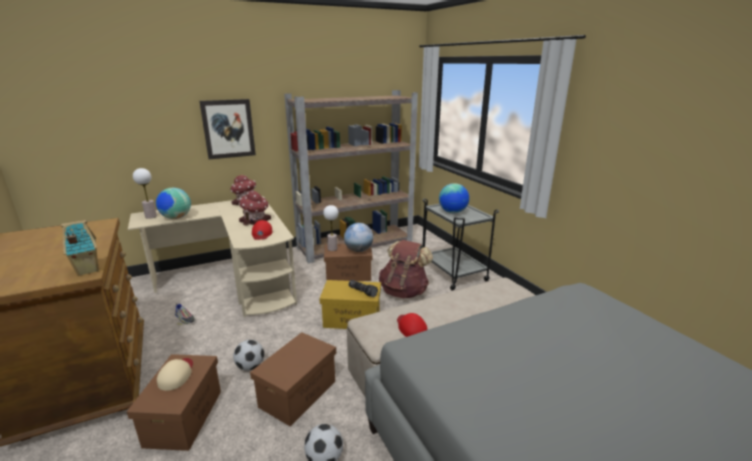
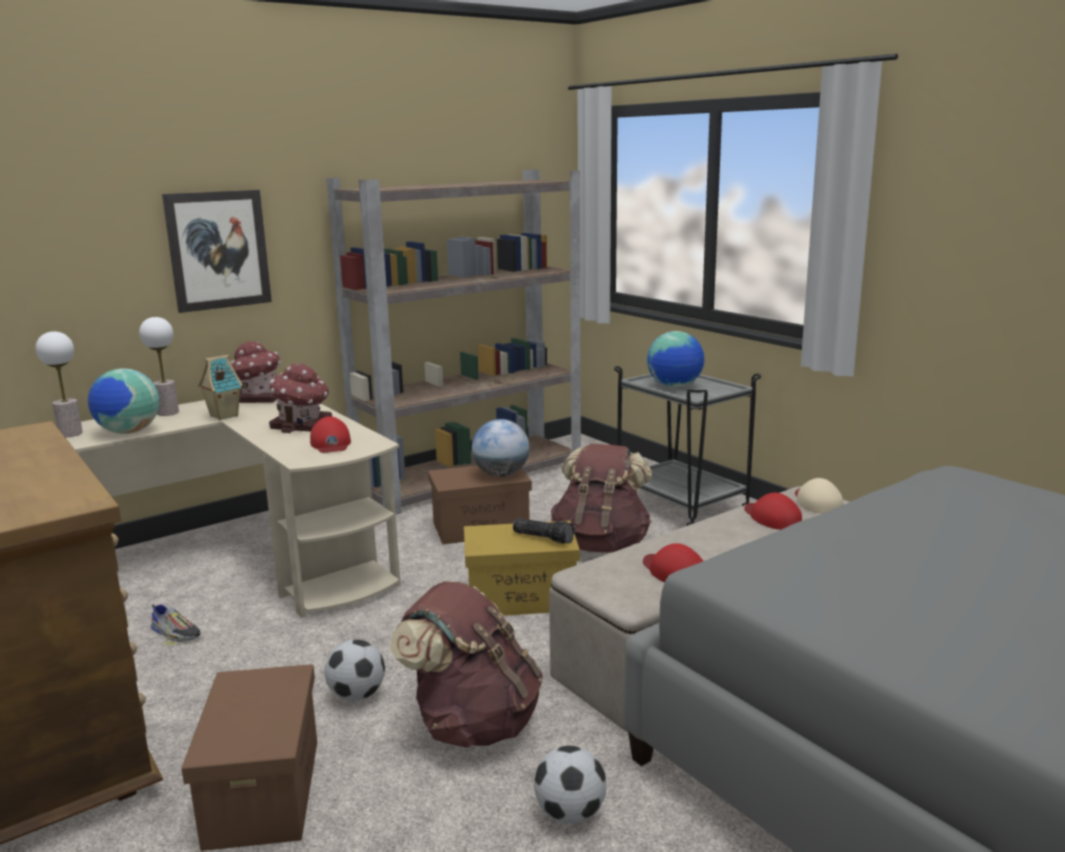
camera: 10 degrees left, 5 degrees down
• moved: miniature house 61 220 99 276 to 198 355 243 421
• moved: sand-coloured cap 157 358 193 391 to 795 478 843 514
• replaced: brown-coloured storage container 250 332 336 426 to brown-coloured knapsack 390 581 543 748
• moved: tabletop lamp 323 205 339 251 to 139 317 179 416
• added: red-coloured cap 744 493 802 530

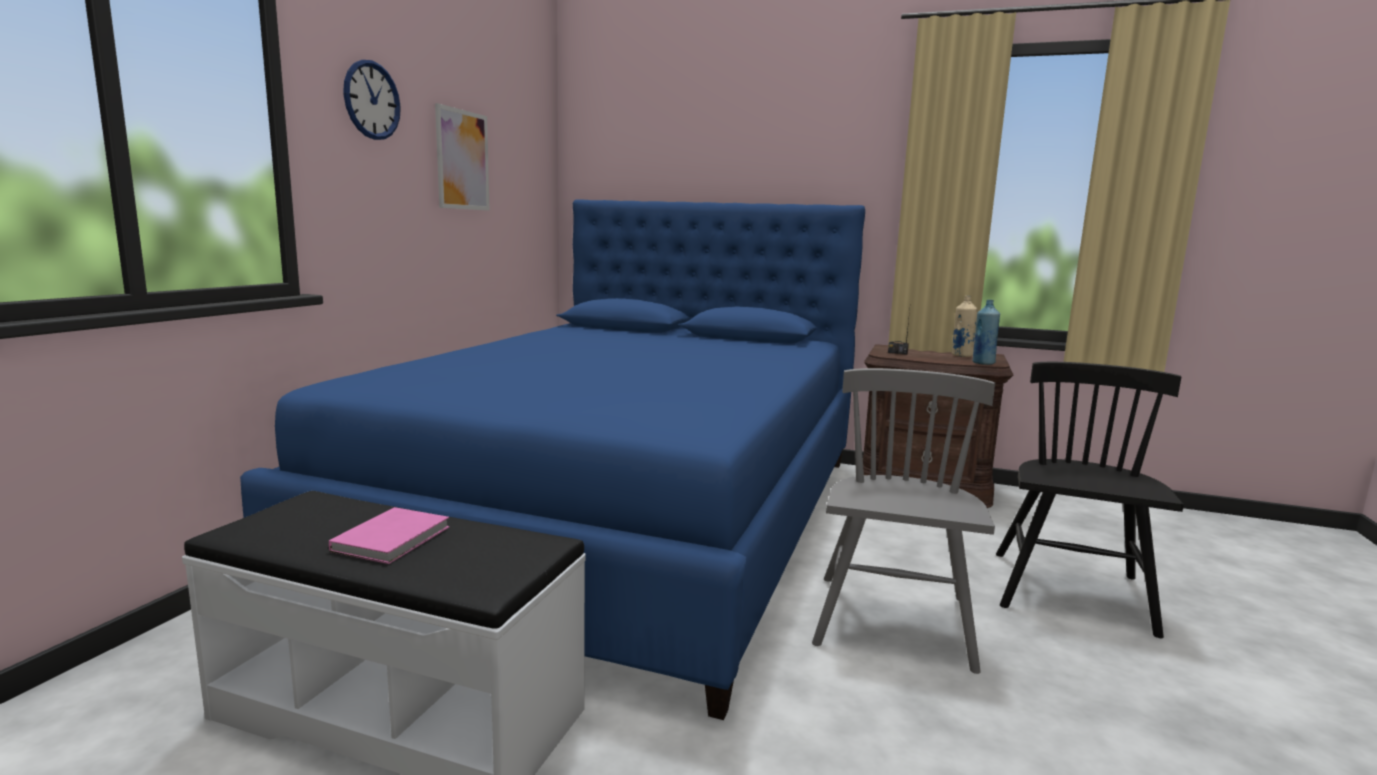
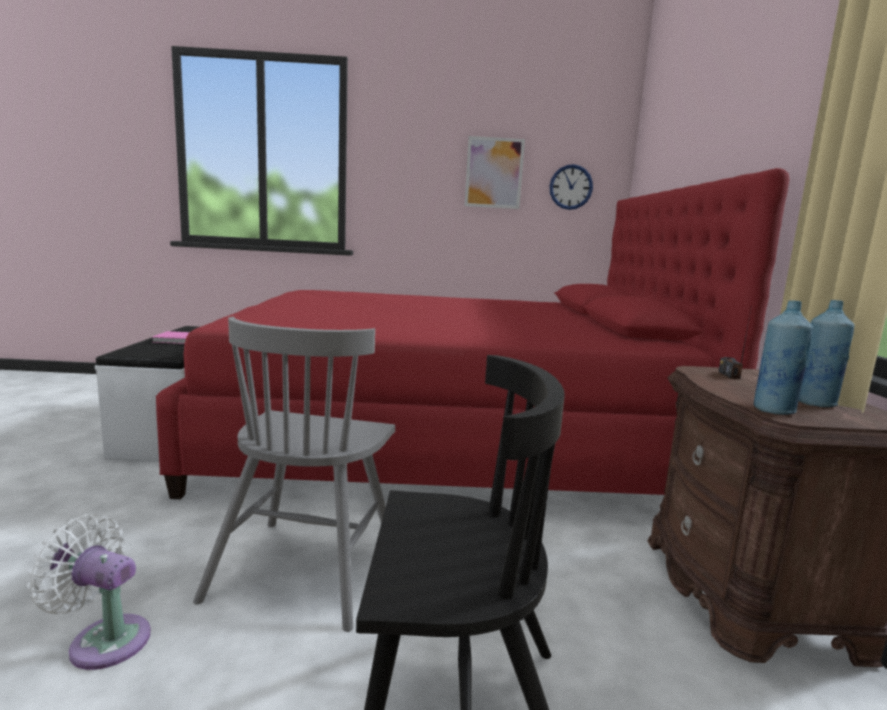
camera: 70 degrees right, 0 degrees up
• recoloured: blue-coloured bedroom bed 240 199 865 720 to red-coloured bedroom bed 156 168 790 499
• moved: hanging clock 343 60 401 140 to 549 164 593 210
• turned: greyish plain chair 812 368 995 674 = 193 317 395 632 105 degrees clockwise
• recoloured: sand-coloured beverage bottle 952 296 978 357 to blue-coloured beverage bottle 799 300 854 407
• added: whitish electric fan 27 513 151 670

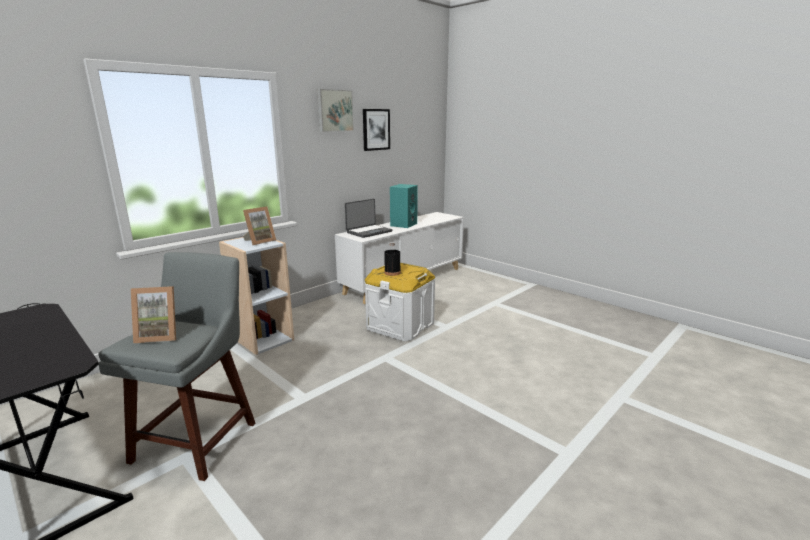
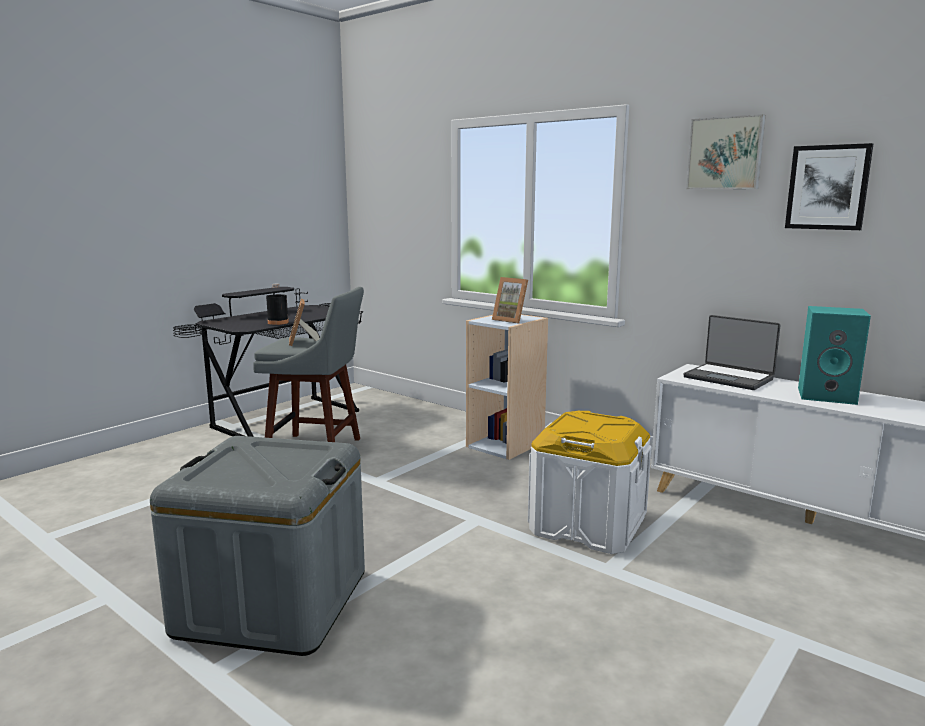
camera: 85 degrees right, 5 degrees down
• moved: blackish beverage bottle 384 242 401 276 to 266 284 289 325
• added: greyish storage container 150 436 365 656

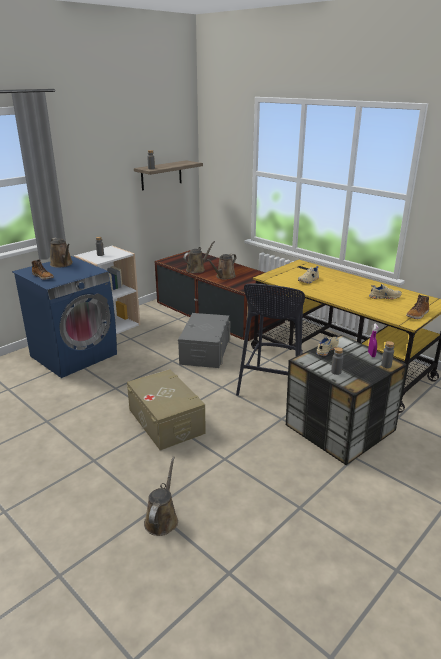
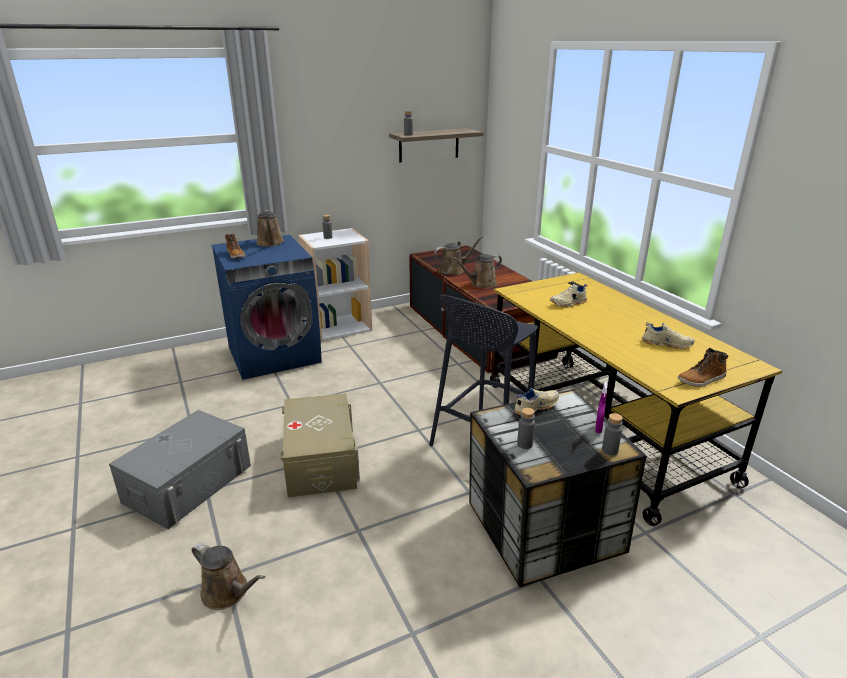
camera: 20 degrees right, 0 degrees up
• turned: brown-coloured sprinkling can 144 457 178 536 = 192 542 265 610 90 degrees clockwise
• moved: greyish storage container 178 313 230 368 to 109 410 251 529

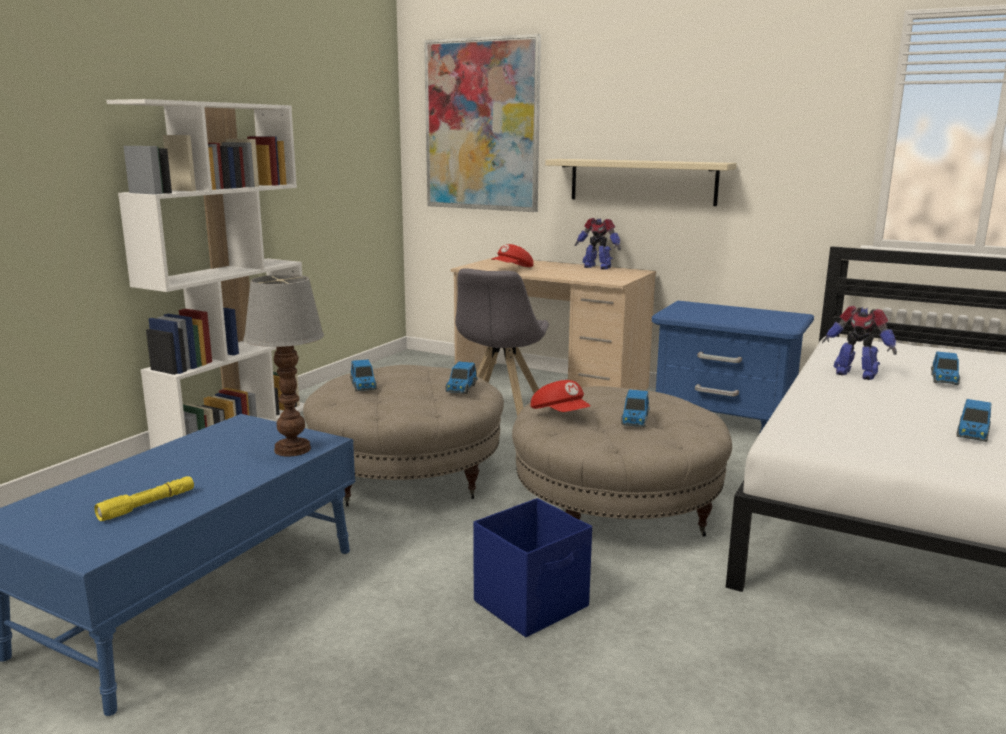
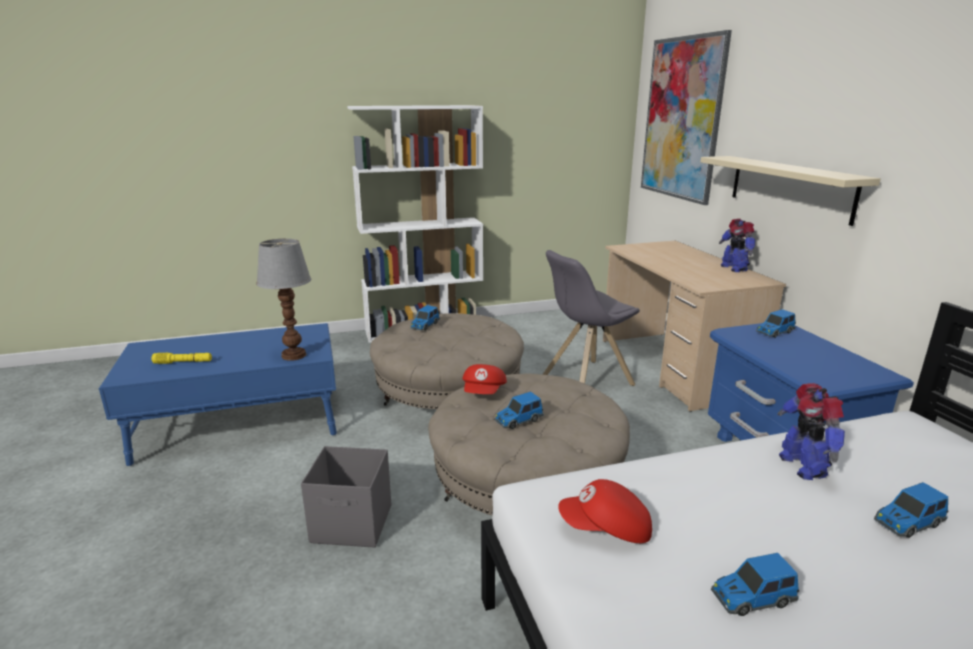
camera: 45 degrees right, 5 degrees up
• moved: toy car 445 362 477 394 to 756 309 796 338
• recoloured: blue-coloured storage container 473 498 592 637 to greyish storage container 301 446 391 548
• moved: red-coloured cap 491 244 533 267 to 558 479 652 543

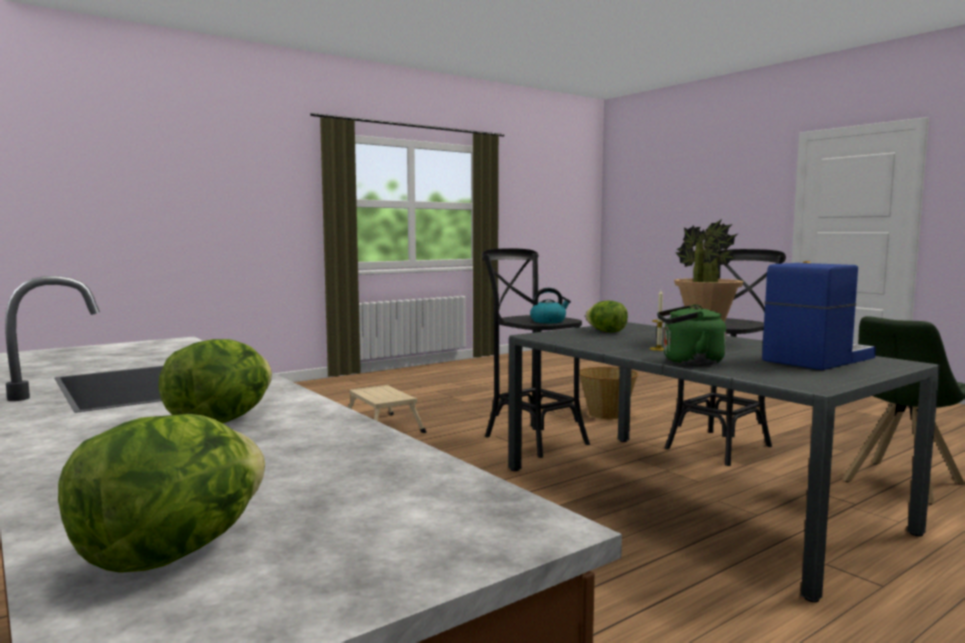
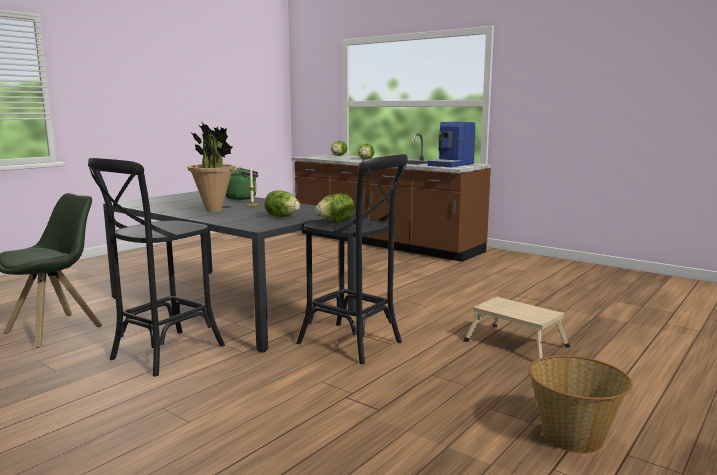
camera: 165 degrees right, 5 degrees up
• replaced: water kettle 530 288 571 323 to lettuce head 315 194 354 222
• moved: storage basket 579 367 639 419 to 529 355 633 454
• moved: coffee maker 762 263 876 370 to 428 122 475 167

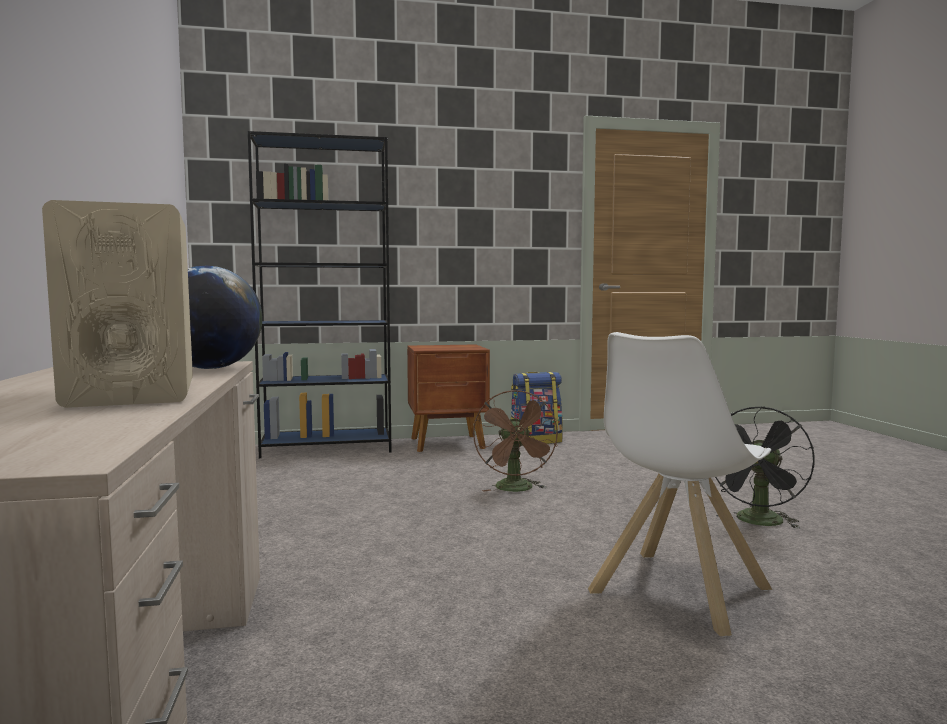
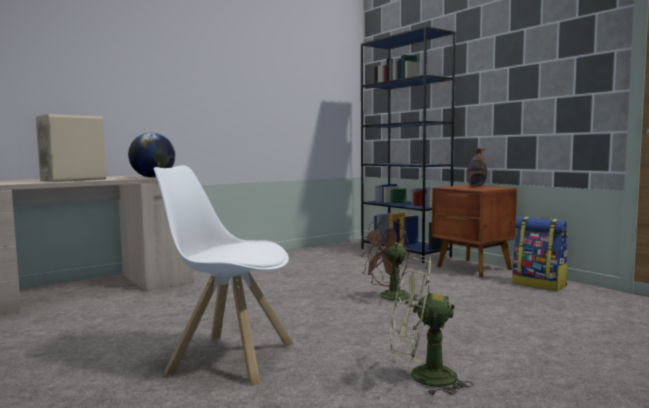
camera: 65 degrees right, 0 degrees up
• recoloured: blackish electric fan 715 406 815 529 to green-coloured electric fan 390 254 473 396
• added: beverage bottle 466 147 487 186

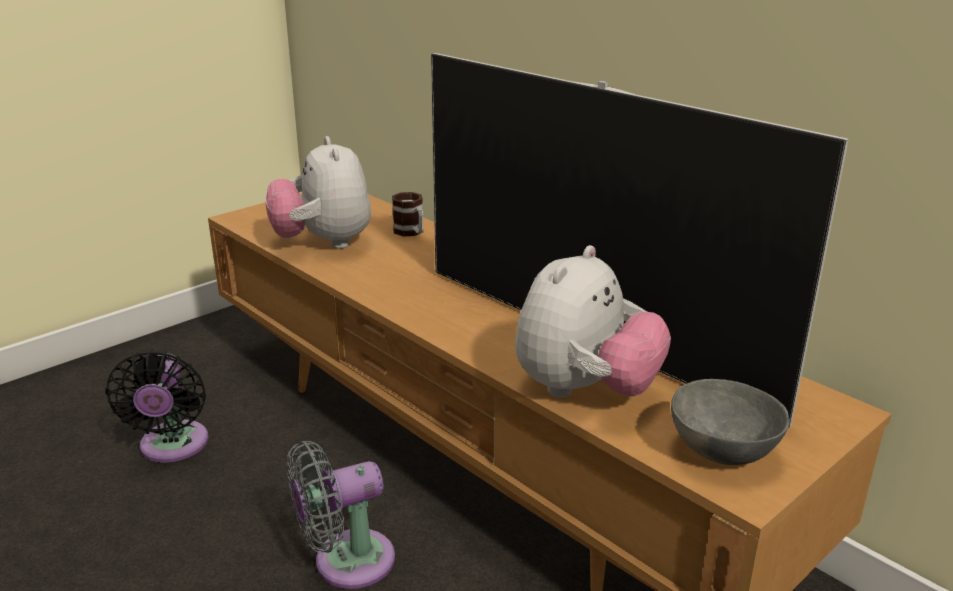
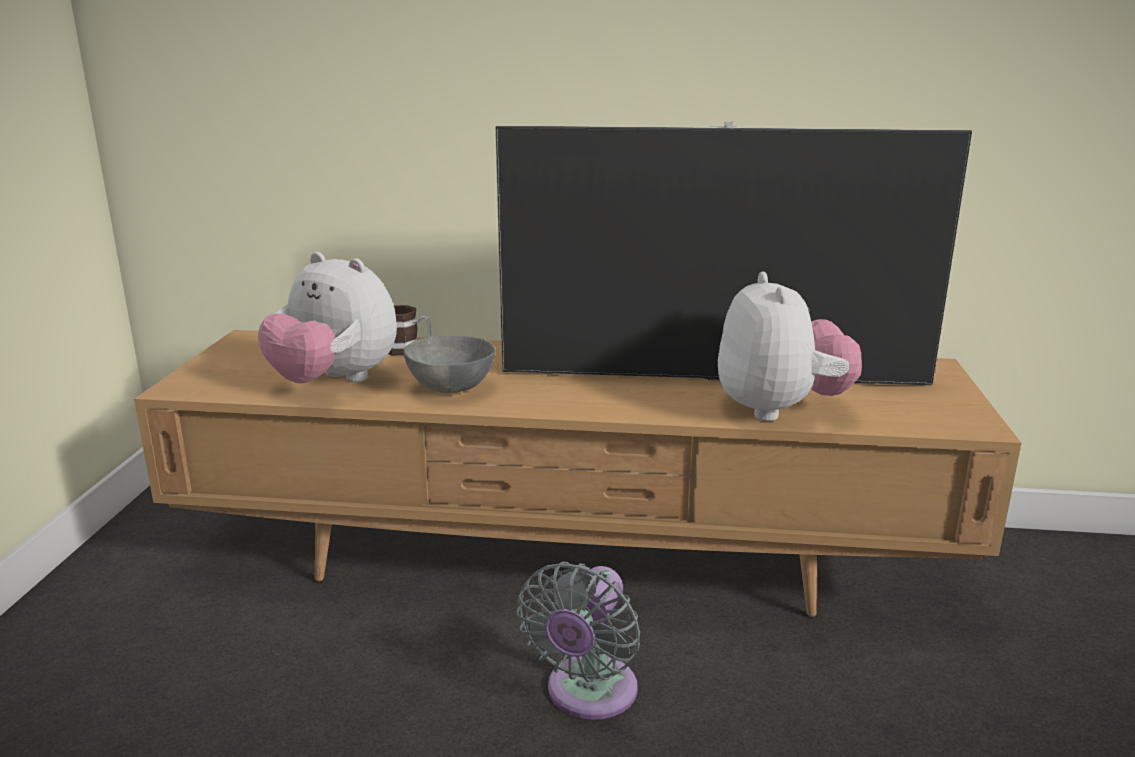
camera: 40 degrees left, 5 degrees down
• removed: blackish electric fan 106 350 208 463
• moved: greyish serving bowl 671 379 790 465 to 404 336 495 393

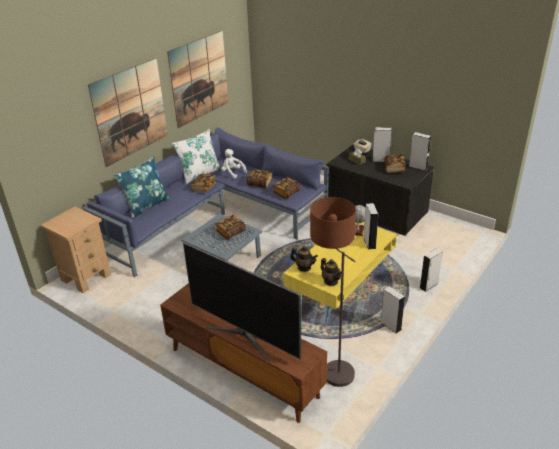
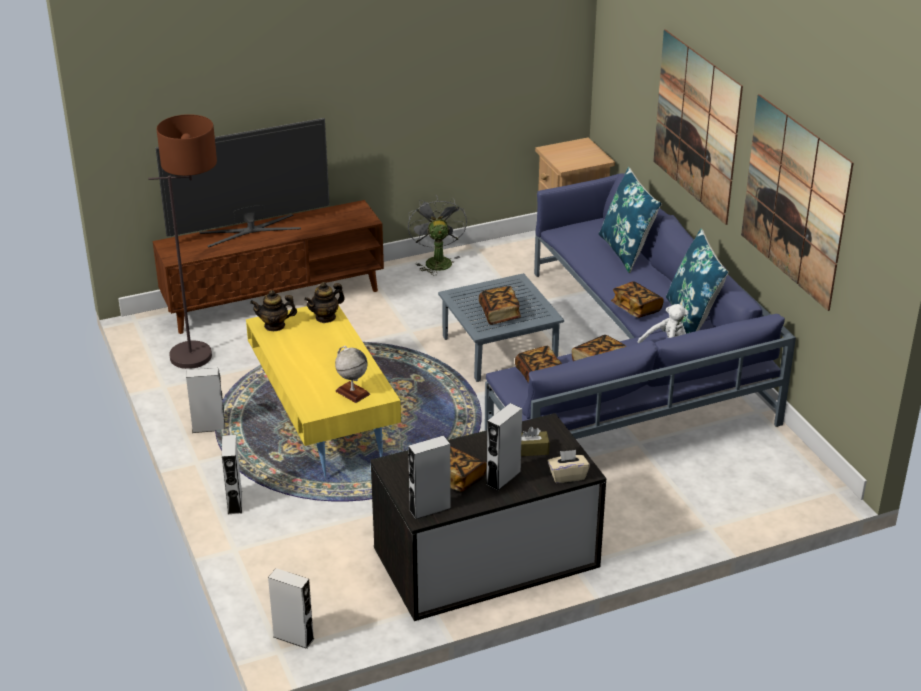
camera: 120 degrees right, 0 degrees up
• recoloured: whitish pillow 172 129 221 185 to blue-coloured pillow 666 228 729 334
• moved: greyish audio speaker 364 203 378 250 to 268 568 314 649
• added: greyish electric fan 408 195 467 275

